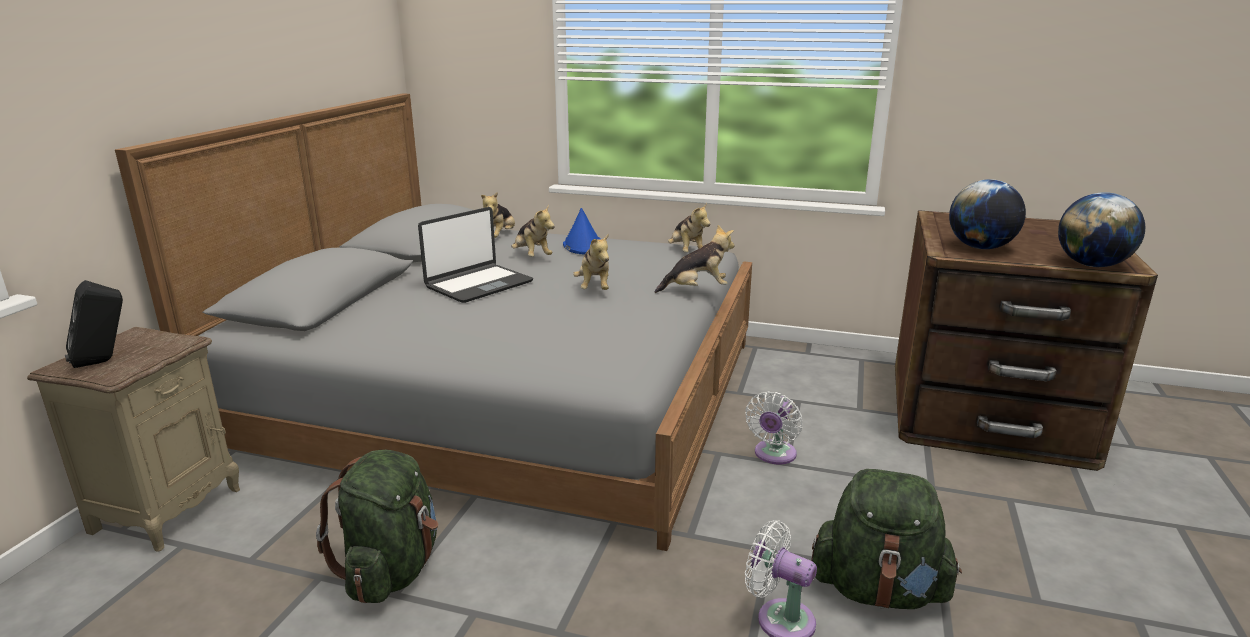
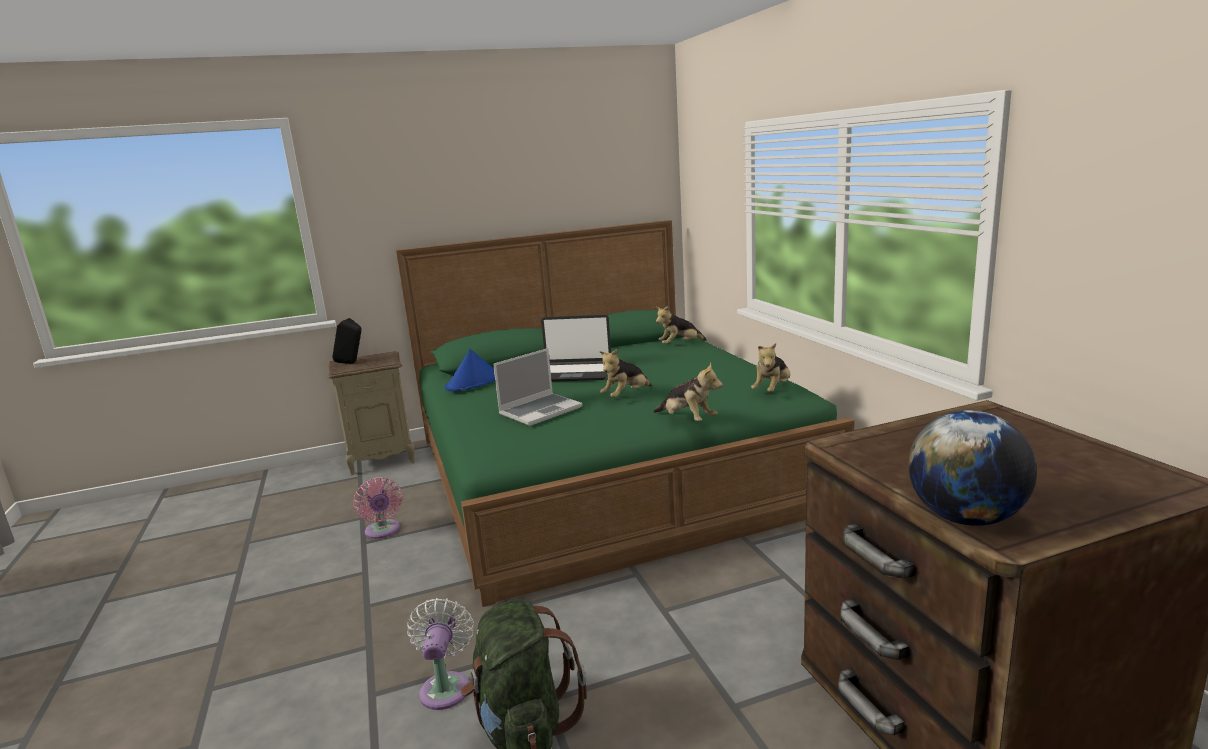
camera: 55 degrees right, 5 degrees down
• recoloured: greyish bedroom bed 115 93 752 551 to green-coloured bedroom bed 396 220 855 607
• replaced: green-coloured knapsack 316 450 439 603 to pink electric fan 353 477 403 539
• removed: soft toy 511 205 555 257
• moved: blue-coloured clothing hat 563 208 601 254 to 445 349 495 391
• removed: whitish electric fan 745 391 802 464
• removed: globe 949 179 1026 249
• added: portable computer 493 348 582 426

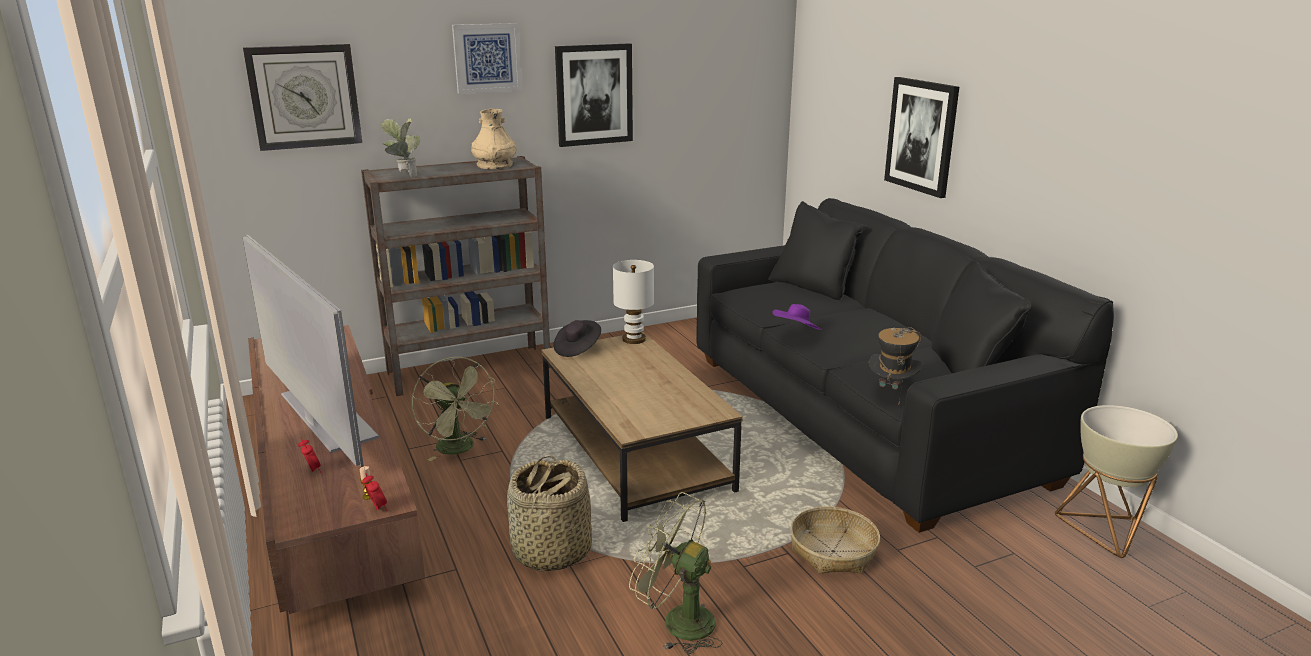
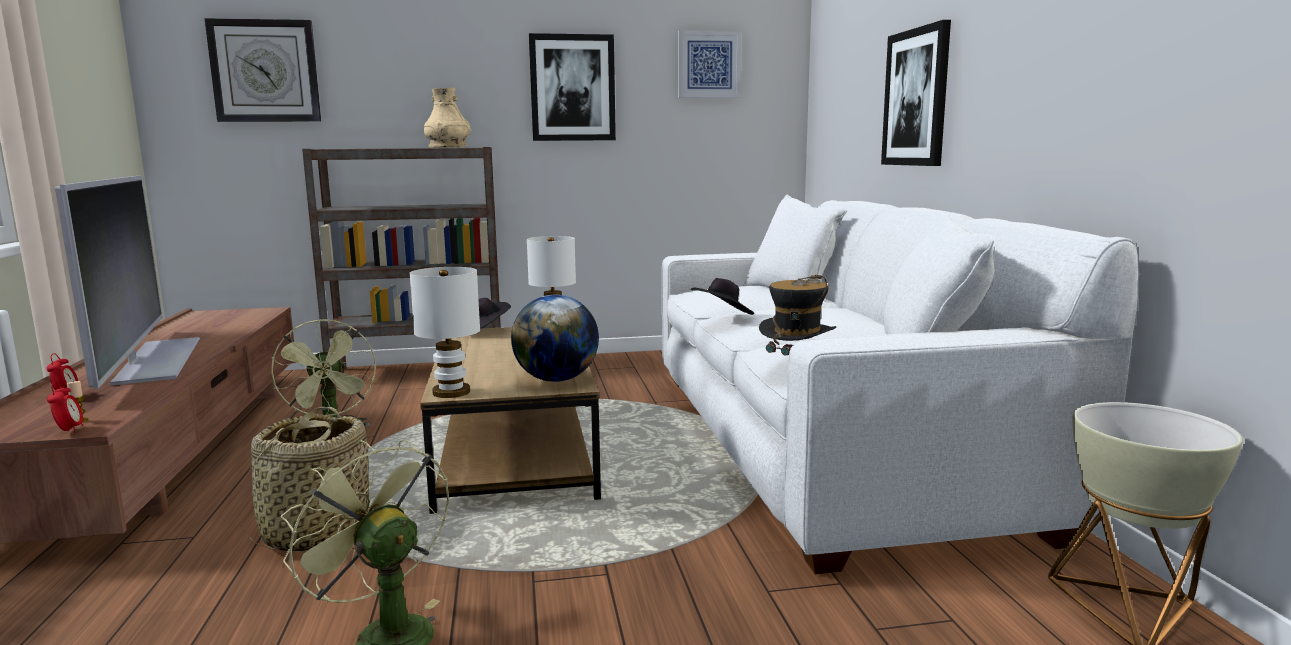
camera: 15 degrees right, 10 degrees down
• removed: potted plant 380 118 420 177
• moved: wall art 452 23 522 94 to 678 31 741 98
• recoloured: blackish settee 696 198 1114 533 to whitish settee 662 195 1138 574
• recoloured: purple-coloured clothing hat 772 304 822 330 to blackish clothing hat 690 278 754 315
• removed: storage basket 790 506 880 574
• added: whitish tabletop lamp 409 267 480 398
• added: globe 511 295 599 382

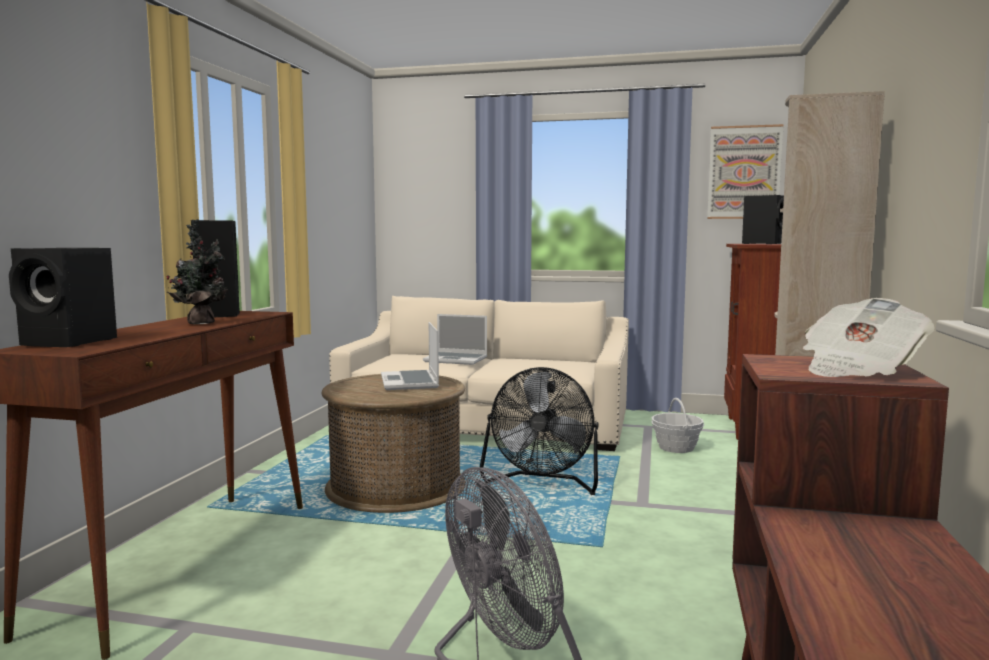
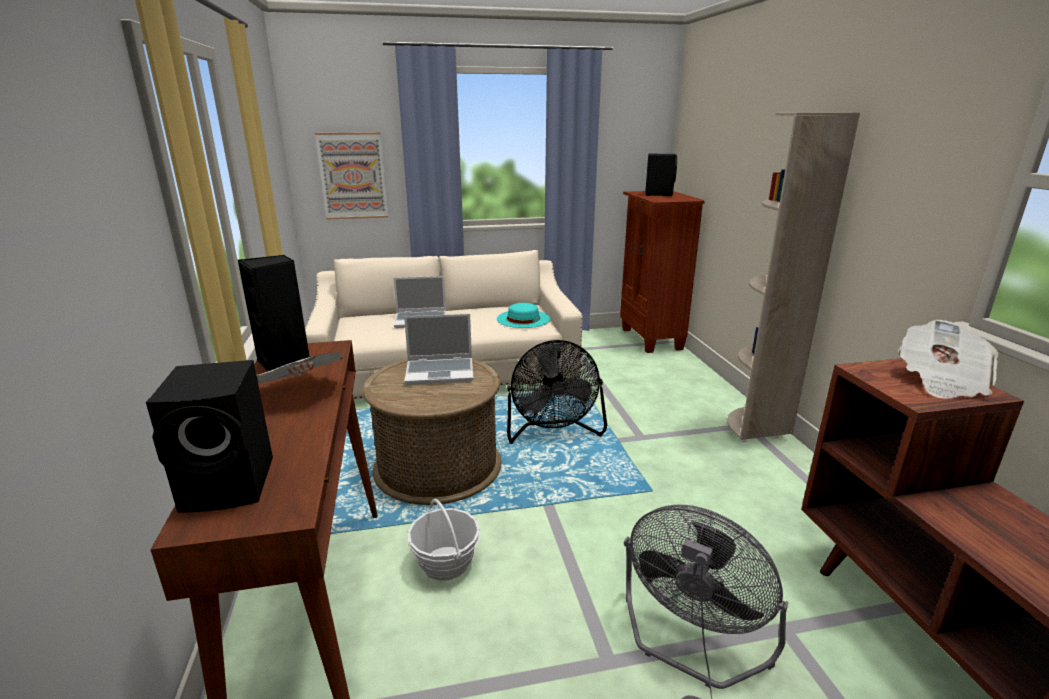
camera: 25 degrees left, 15 degrees up
• replaced: potted plant 166 219 228 324 to printed paper 256 352 343 383
• turned: portable computer 381 322 439 390 = 404 314 474 385 60 degrees counterclockwise
• moved: storage basket 651 398 704 453 to 407 499 481 581
• moved: wall art 707 124 784 219 to 315 132 388 220
• added: blue-green clothing hat 497 303 550 328

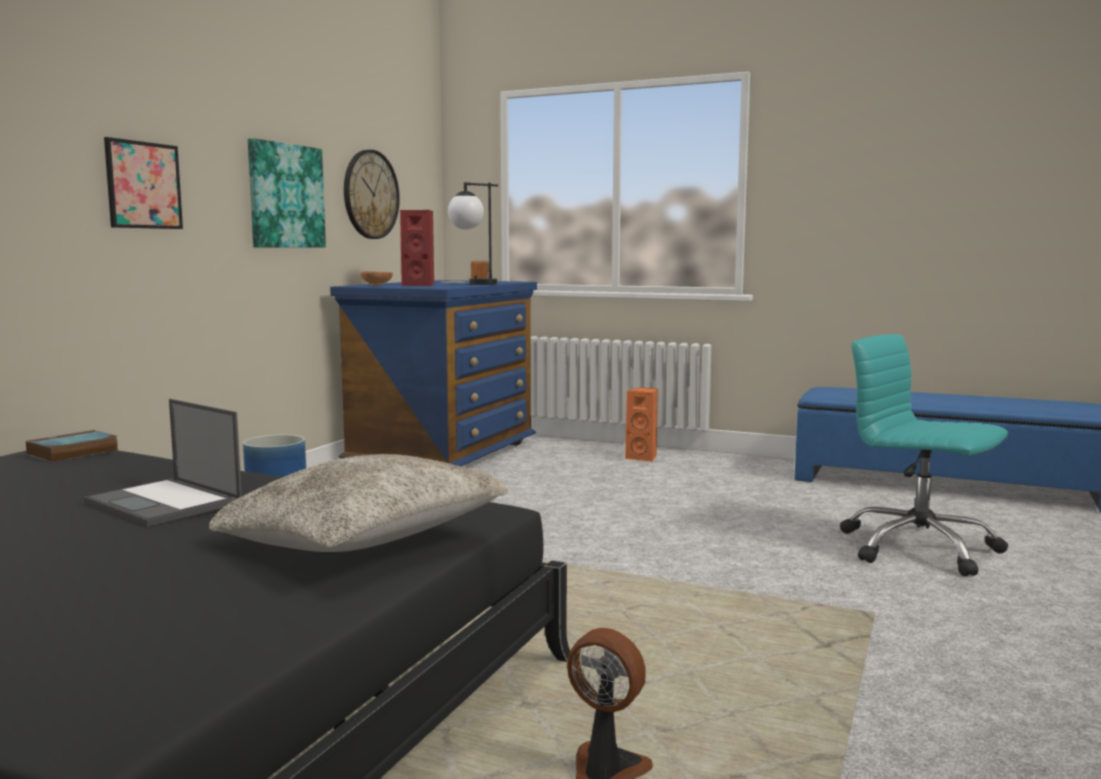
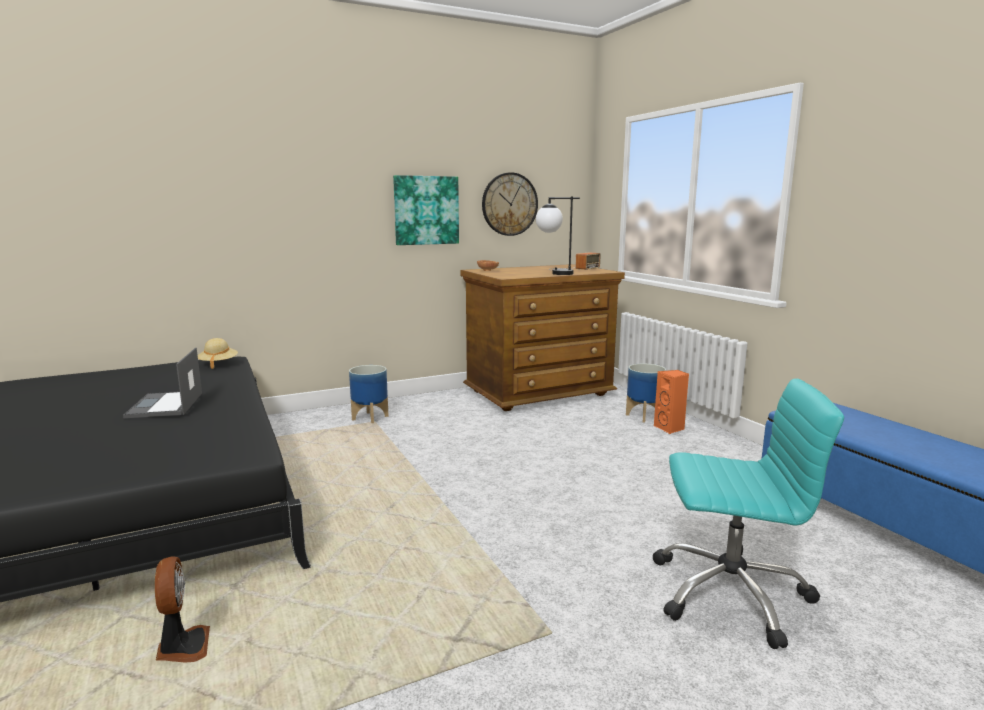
camera: 40 degrees right, 5 degrees up
• replaced: volume 26 430 119 462 to sand-coloured clothing hat 198 338 238 369
• removed: wall art 104 137 183 229
• removed: sand-coloured pillow 209 454 508 552
• recoloured: blue-coloured chest of drawers 330 280 537 466 to brown-coloured chest of drawers 460 264 625 411
• removed: red-coloured audio speaker 400 210 434 286
• turned: blue-green office chair 840 334 1008 576 = 652 379 844 649 105 degrees clockwise
• added: flower pot 626 363 666 423

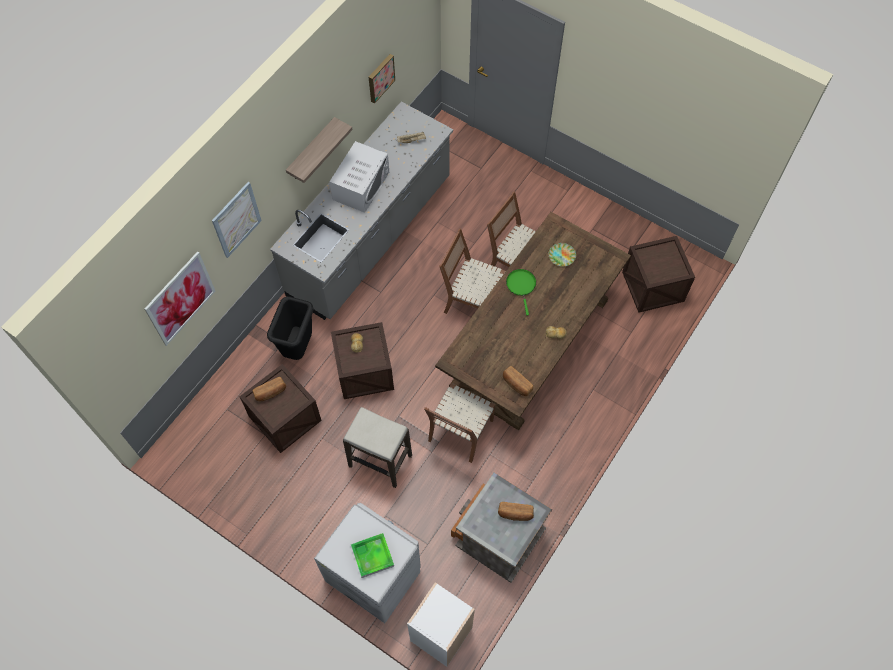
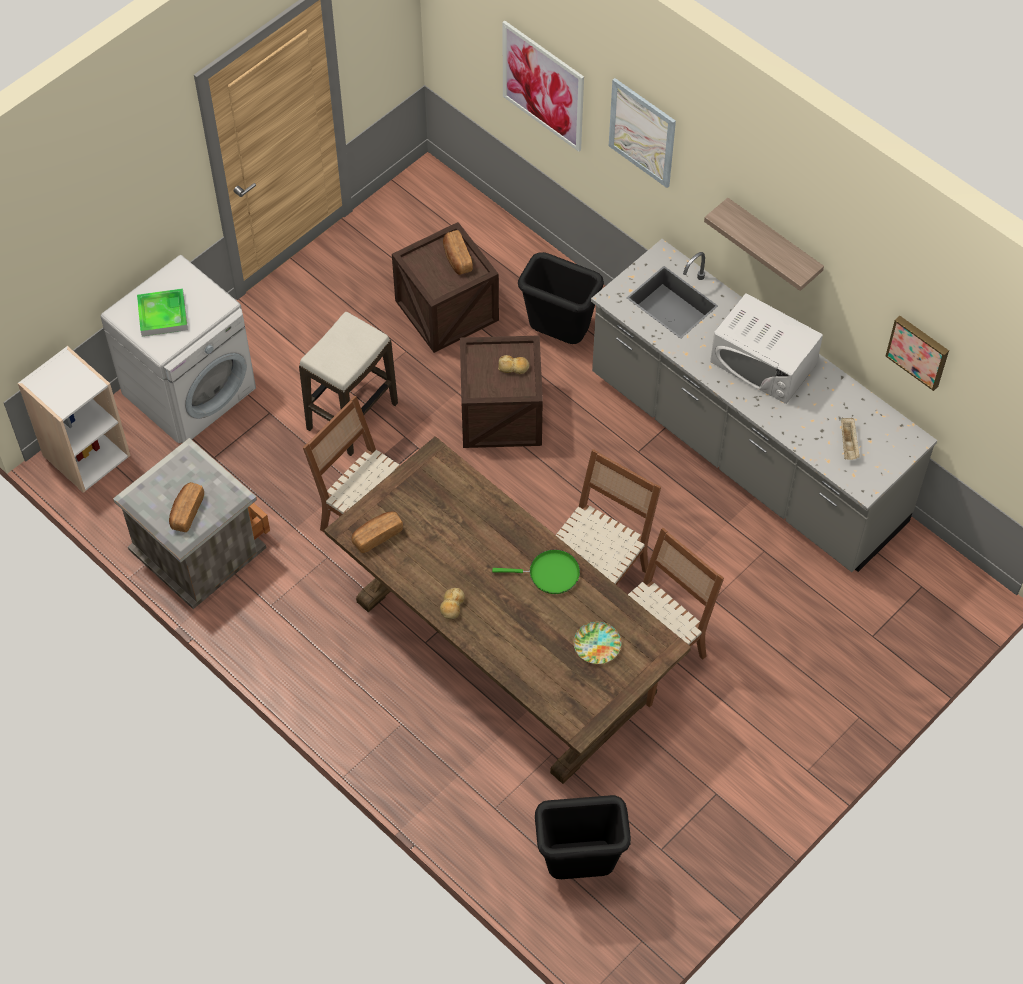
camera: 100 degrees right, 5 degrees down
• replaced: packing crate 622 236 695 313 to blackish trash can 535 795 631 879

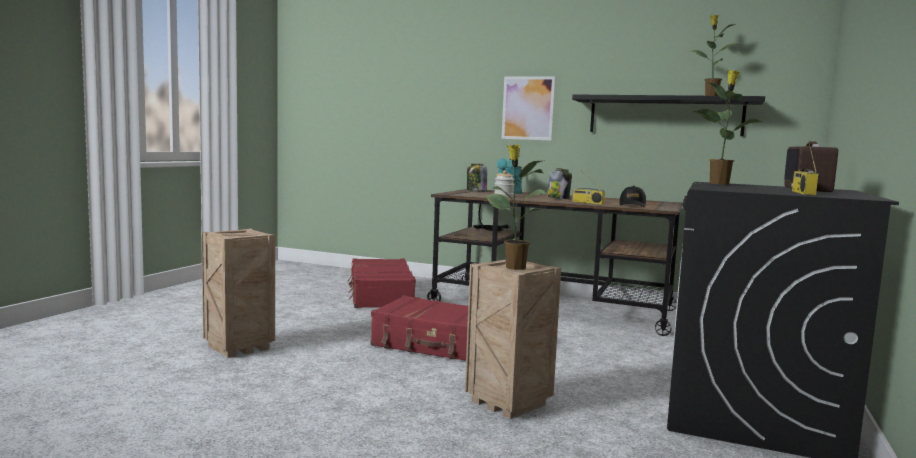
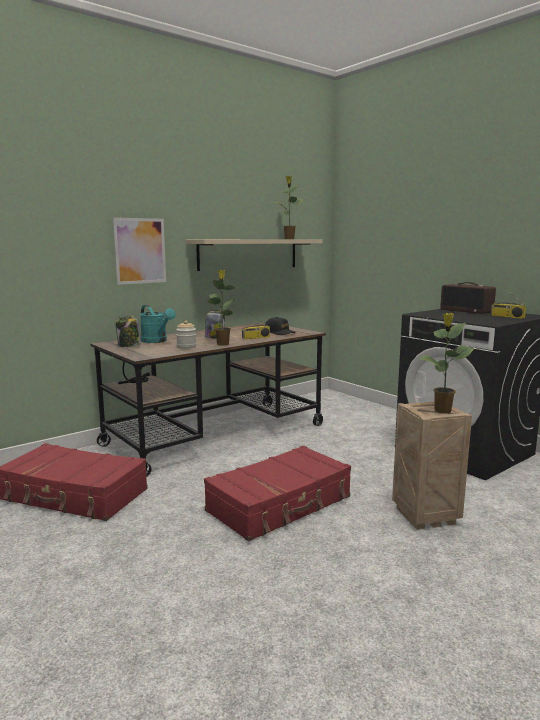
camera: 60 degrees left, 5 degrees up
• removed: packing crate 201 228 275 358
• recoloured: blackish shelf 572 94 765 136 to sand-coloured shelf 186 239 323 271
• moved: potted plant 693 70 763 185 to 207 270 237 346

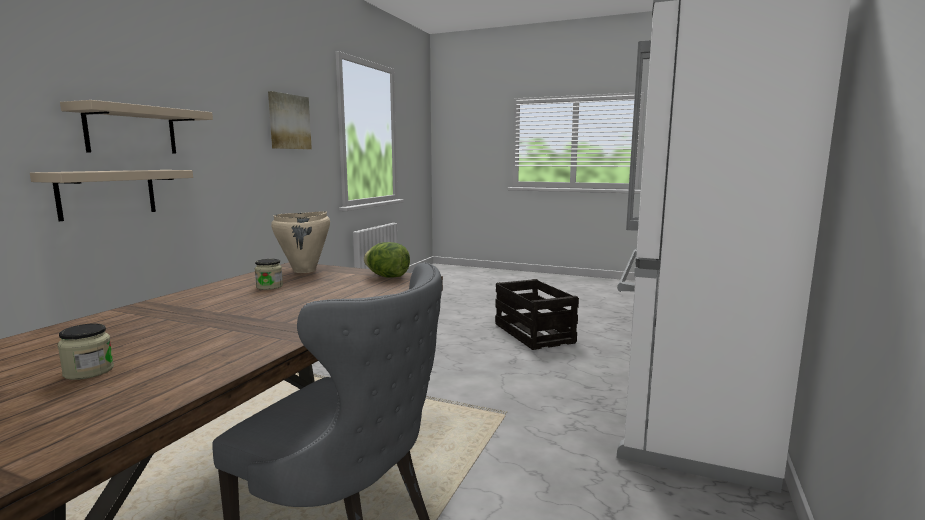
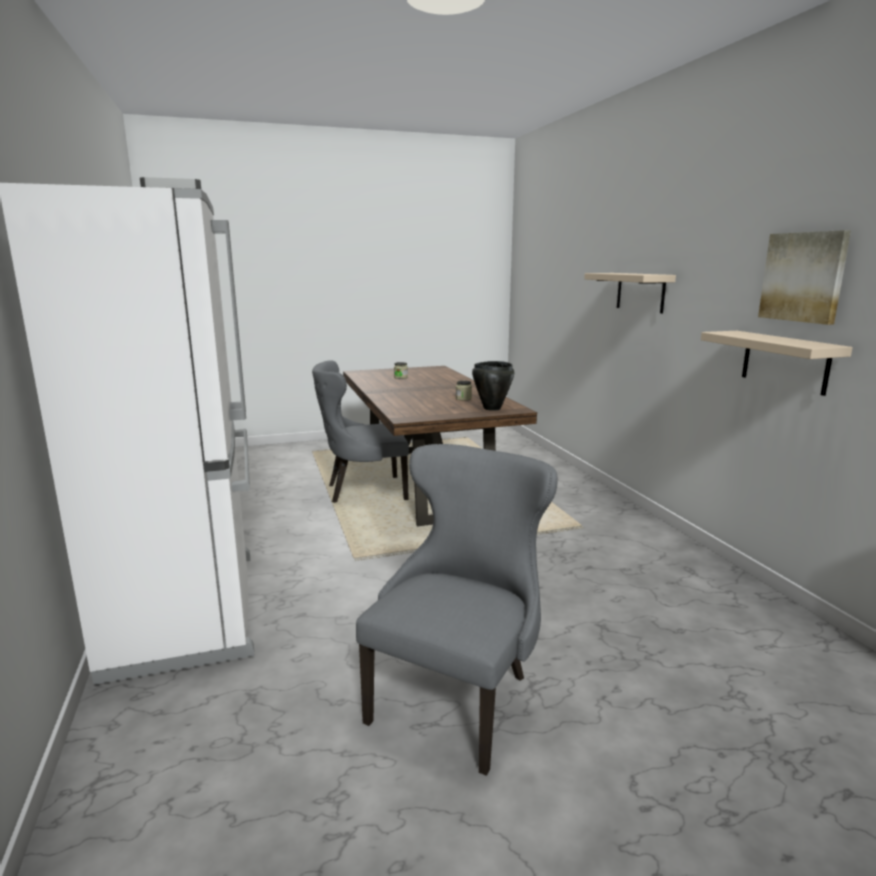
camera: 140 degrees right, 5 degrees up
• moved: sand-coloured shelf 30 170 193 221 to 701 331 853 396
• recoloured: sand-coloured stockpot 271 211 330 273 to blackish stockpot 472 361 514 411
• removed: lettuce head 364 242 410 278
• replaced: packing crate 495 279 579 350 to greyish plain chair 356 444 557 776

